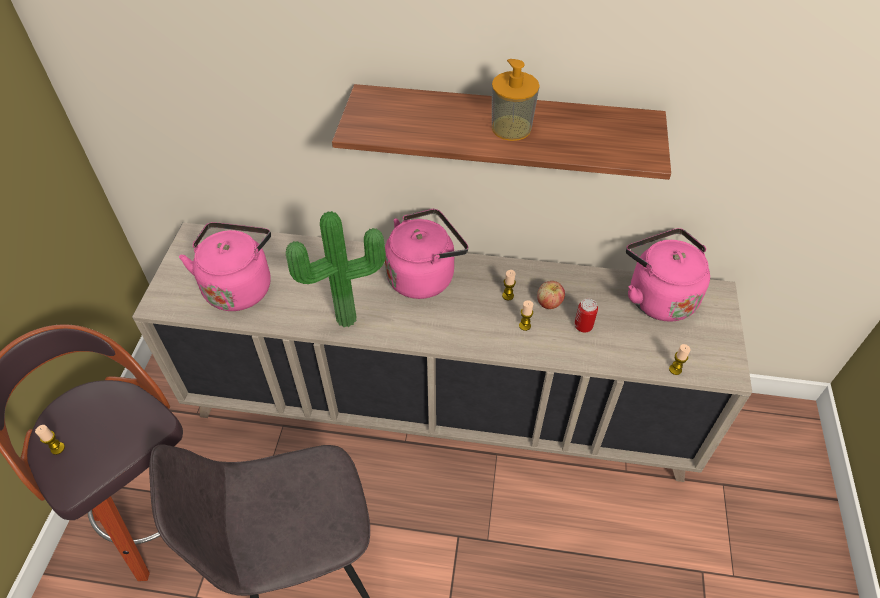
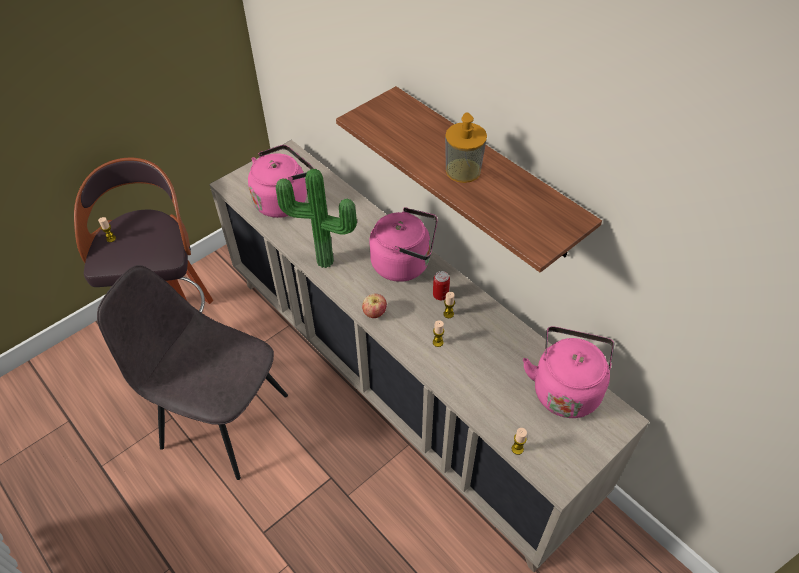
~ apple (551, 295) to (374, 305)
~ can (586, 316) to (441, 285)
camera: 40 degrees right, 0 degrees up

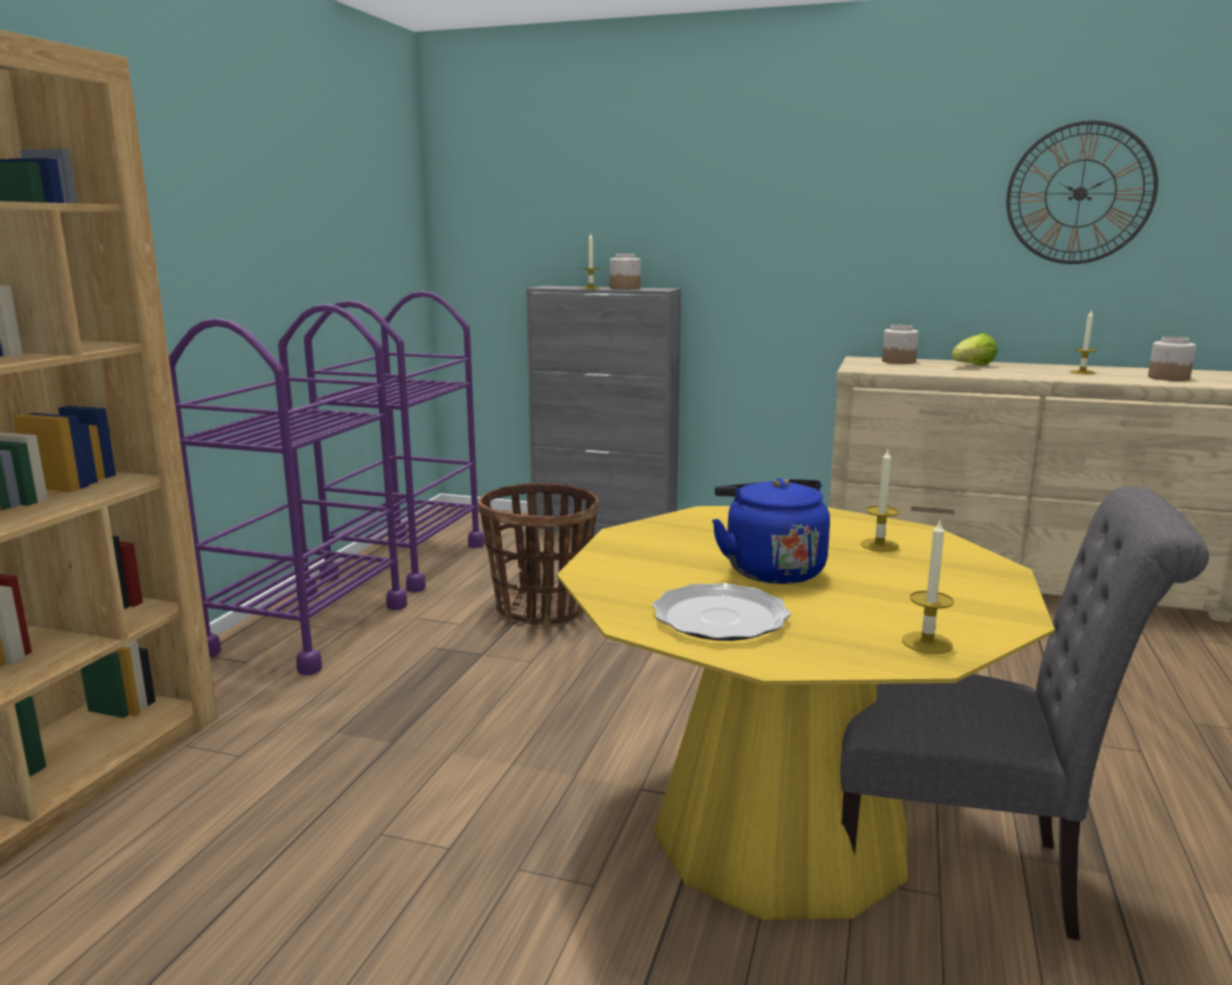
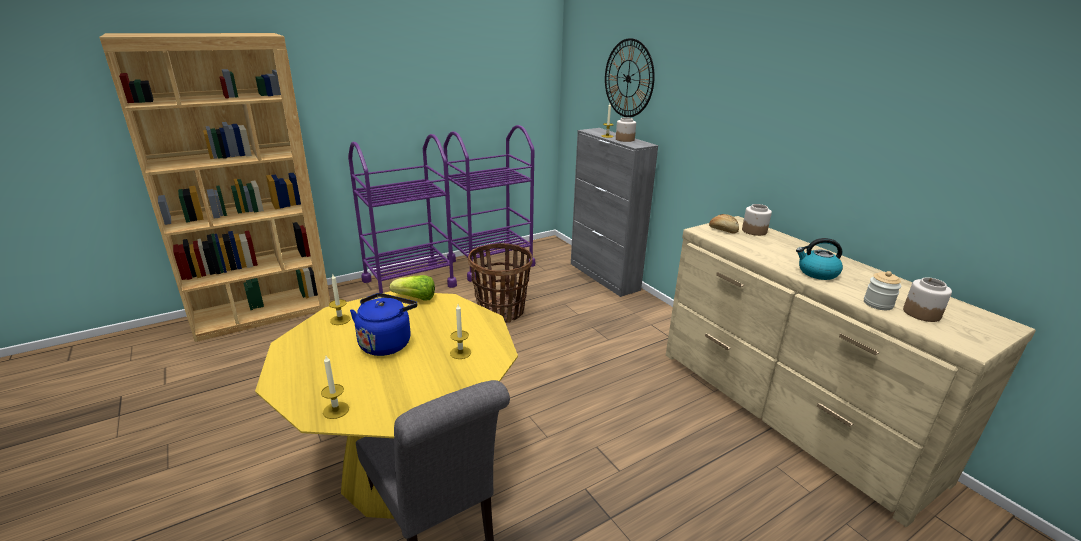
- plate (721, 612)
~ lettuce (975, 349) to (412, 287)
~ wall clock (1082, 192) to (630, 77)
~ candle (1083, 342) to (340, 299)
+ bread (724, 224)
+ kettle (819, 259)
+ jar (883, 290)
camera: 40 degrees right, 10 degrees up

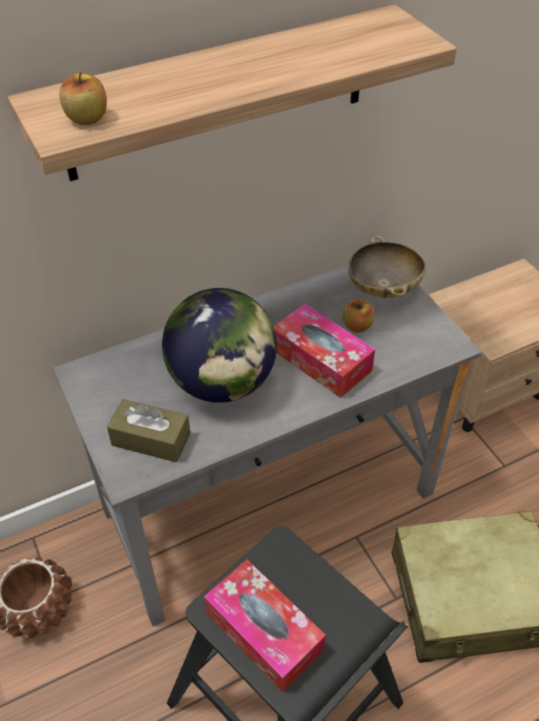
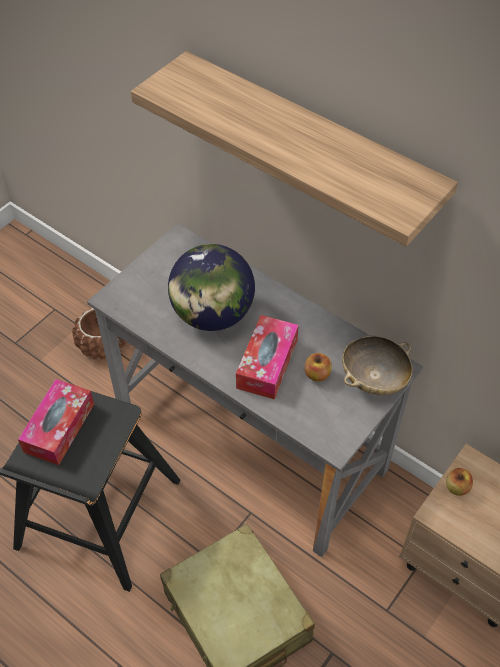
~ apple (83, 98) to (459, 482)
- brown tissue box (148, 430)
camera: 65 degrees right, 5 degrees up

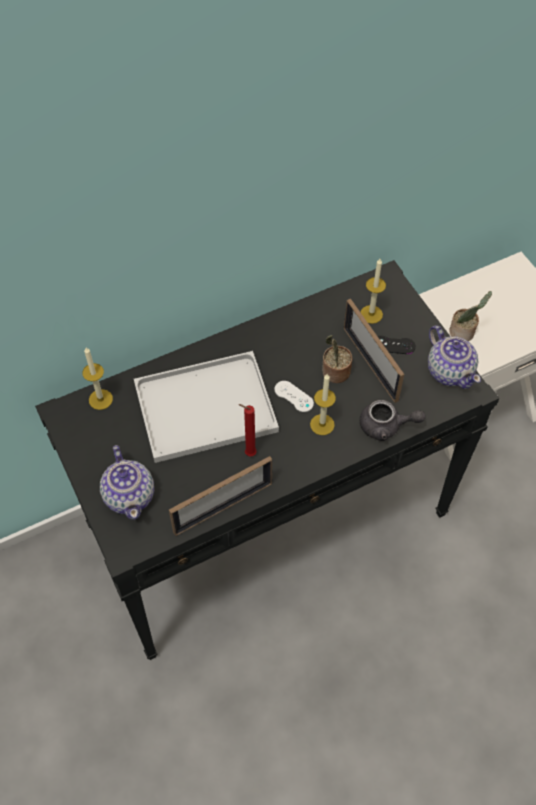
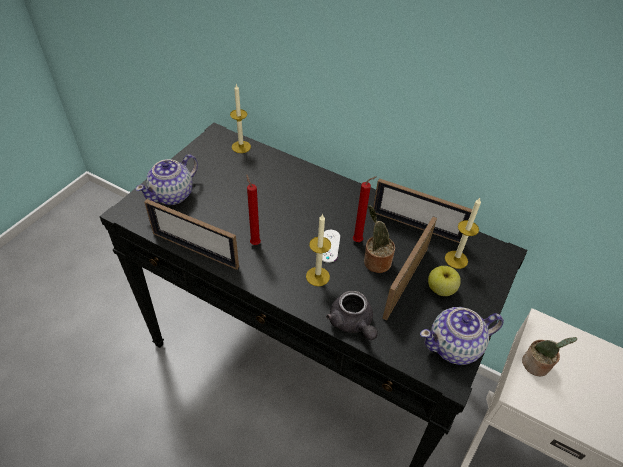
- white tray (206, 407)
~ black game controller (397, 345) to apple (444, 281)
~ teapot (454, 357) = (462, 336) 45 degrees clockwise
+ red candle (365, 209)
+ picture frame (422, 210)
camera: 55 degrees right, 10 degrees down

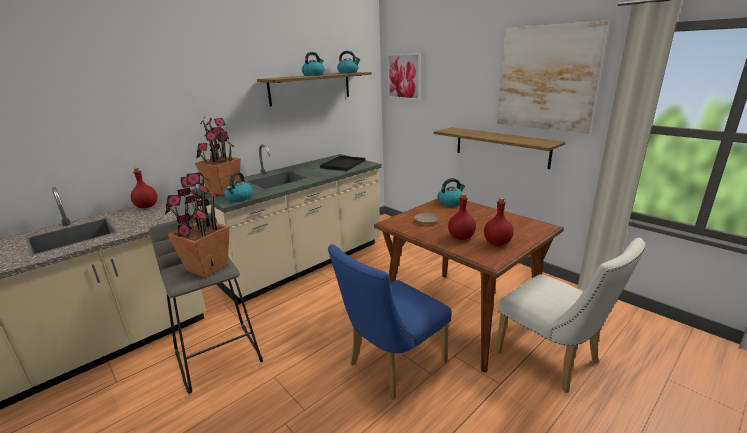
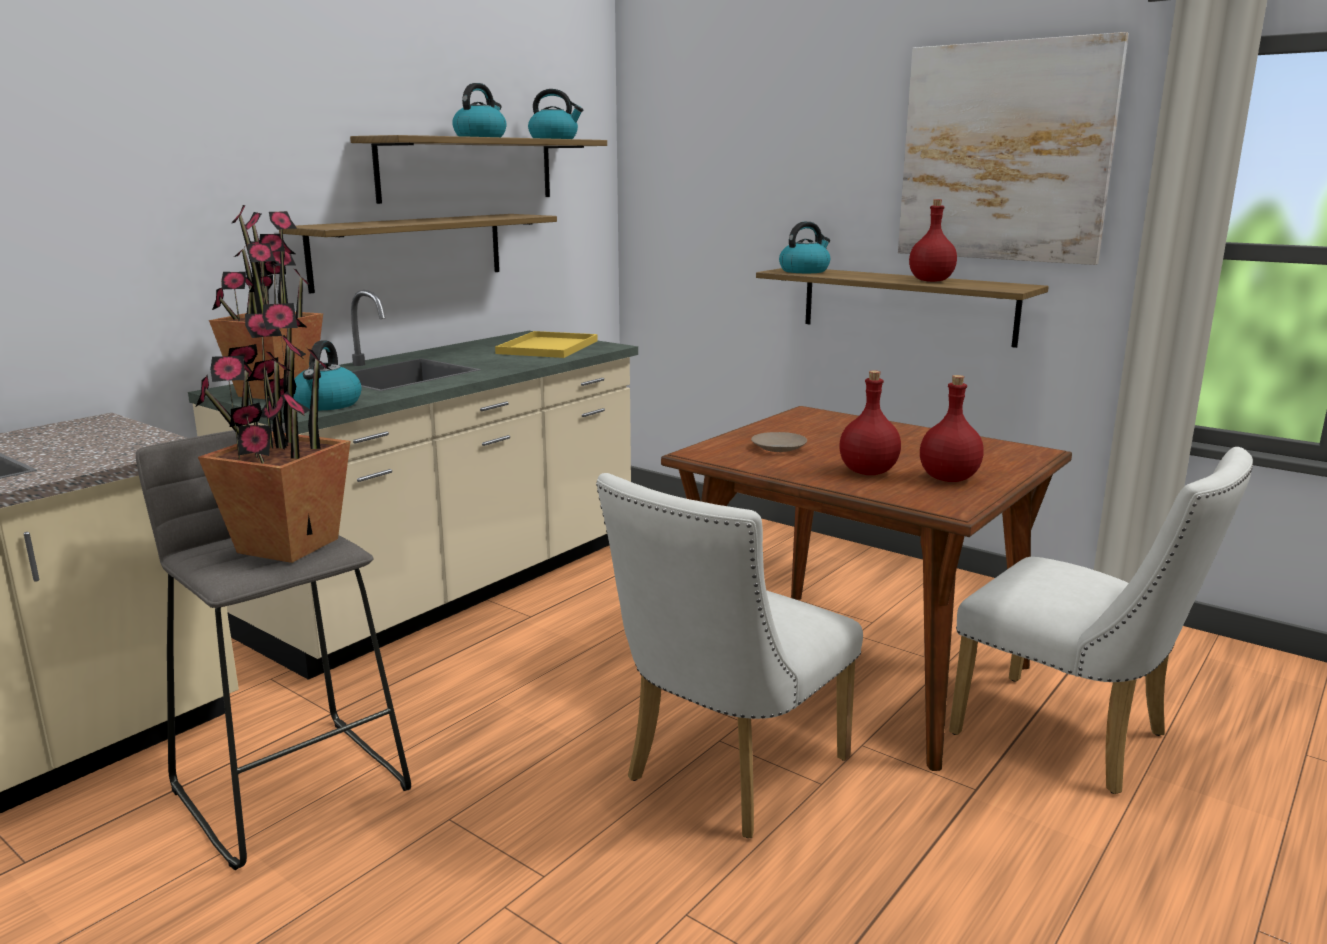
~ red bottle (144, 188) to (933, 240)
~ black tray (343, 163) to yellow tray (546, 344)
~ blue chair (390, 322) to white chair (729, 655)
- picture (404, 77)
~ kettle (451, 192) to (804, 247)
+ shelf (418, 253)
camera: 10 degrees left, 5 degrees down

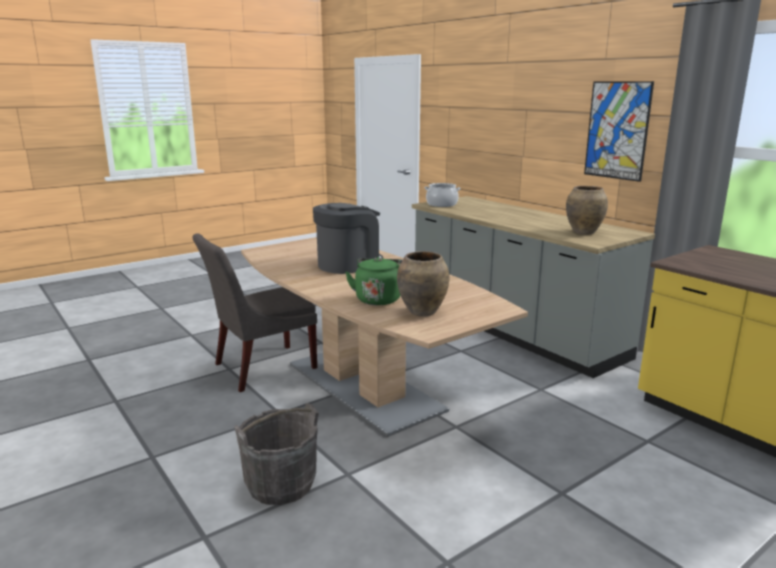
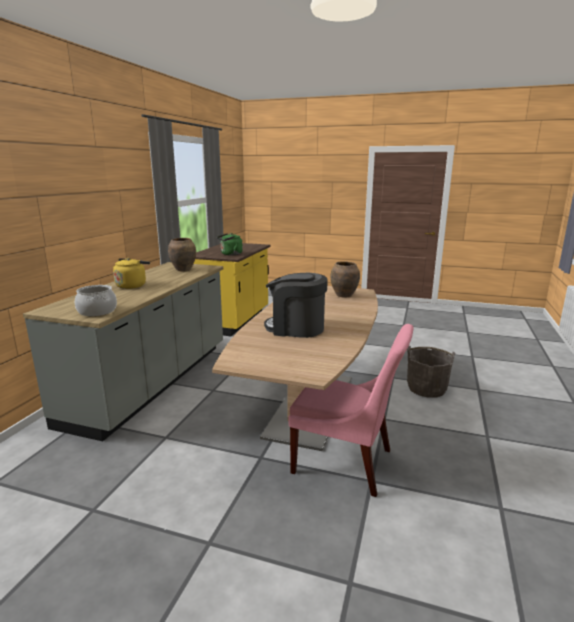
~ grey chair (254, 312) to pink chair (351, 410)
~ green kettle (374, 281) to (230, 244)
- picture (619, 131)
+ yellow kettle (131, 273)
camera: 125 degrees left, 0 degrees up

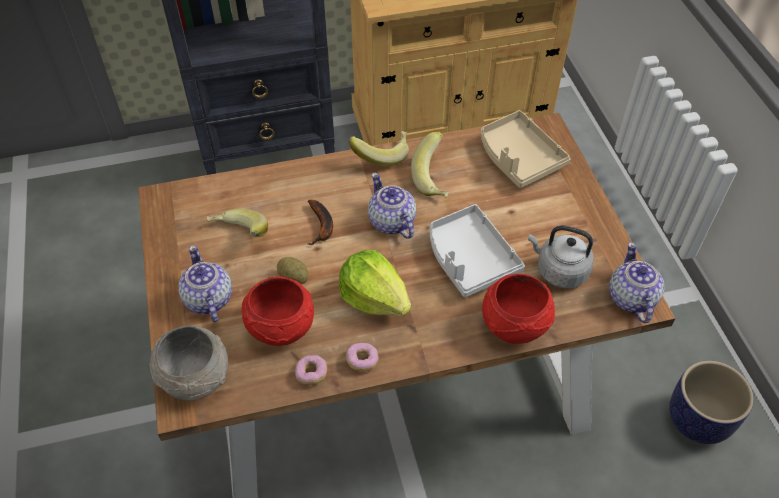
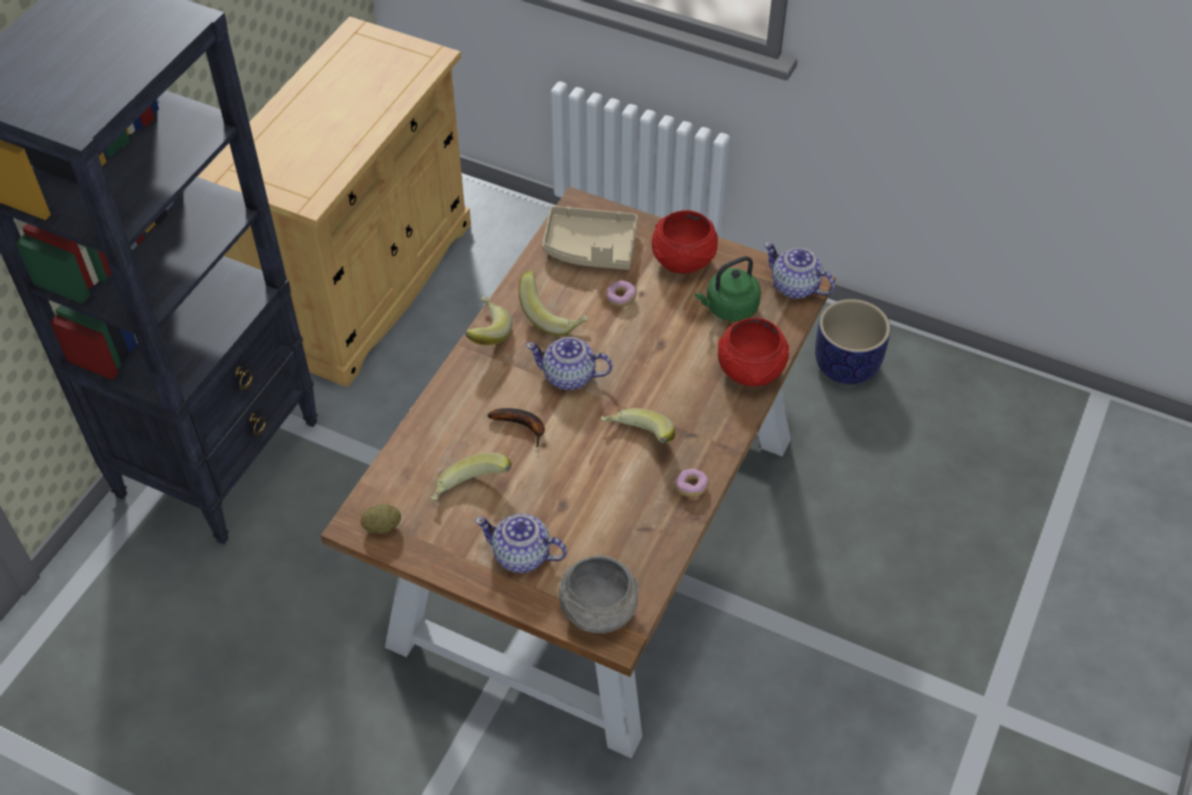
~ red bowl (277, 311) to (685, 242)
~ potato (292, 270) to (381, 519)
~ donut (311, 370) to (622, 294)
~ lettuce (375, 283) to banana (637, 425)
- grey tray (477, 250)
~ grey kettle (561, 257) to green kettle (728, 289)
camera: 50 degrees left, 0 degrees up

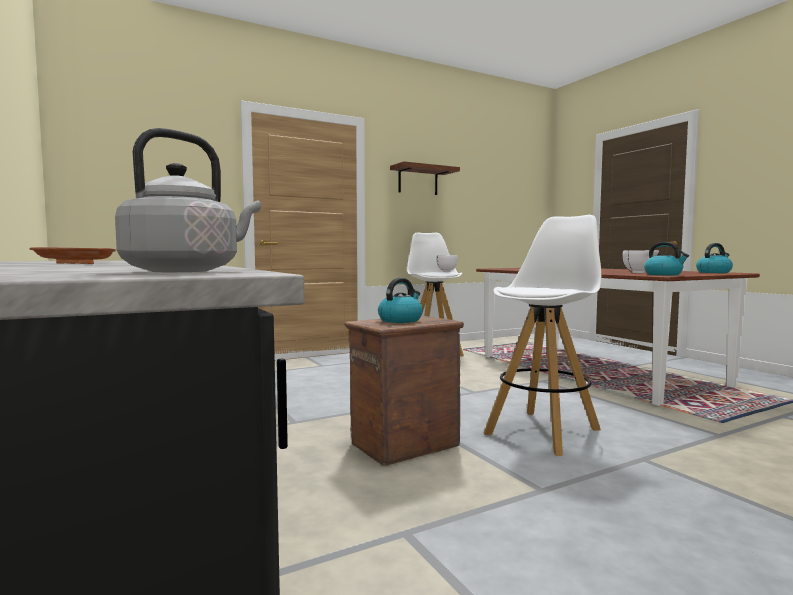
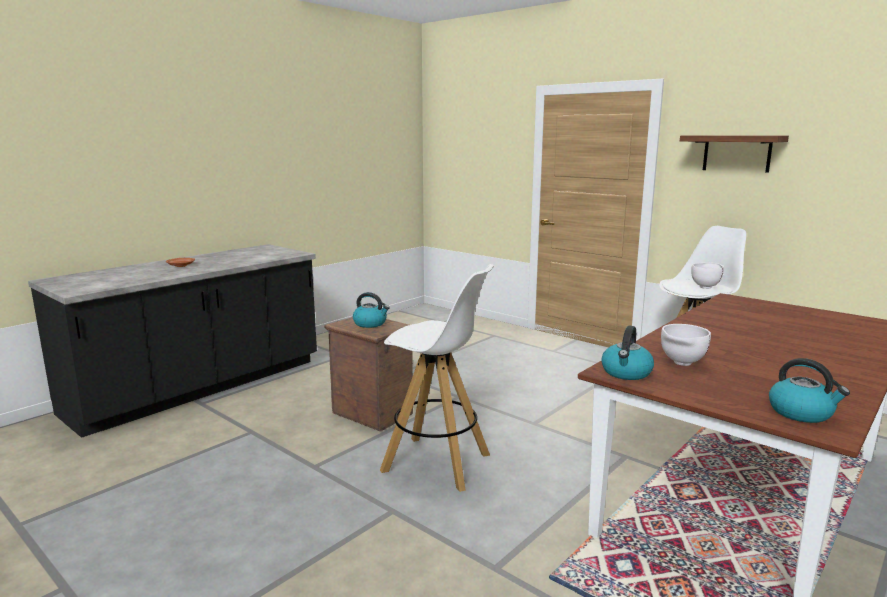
- grey kettle (188, 200)
camera: 70 degrees right, 10 degrees up

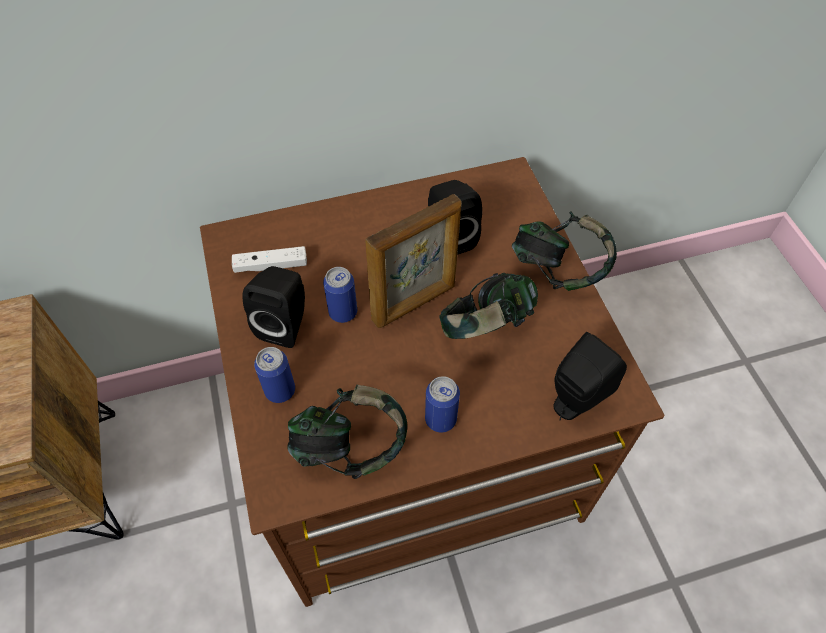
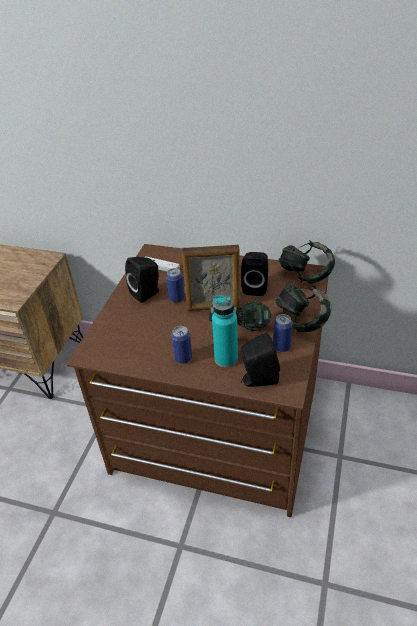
~ can (274, 375) to (283, 333)
~ headphones (347, 431) to (306, 262)
+ turquoise bottle (225, 331)
camera: 35 degrees right, 15 degrees down

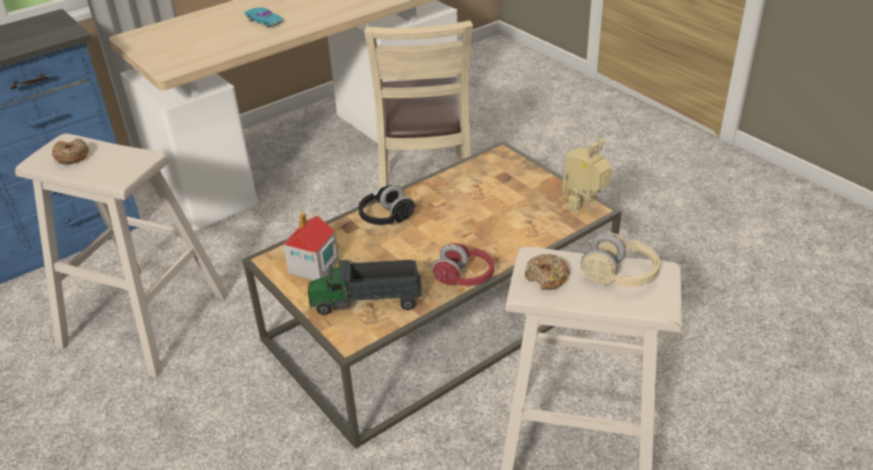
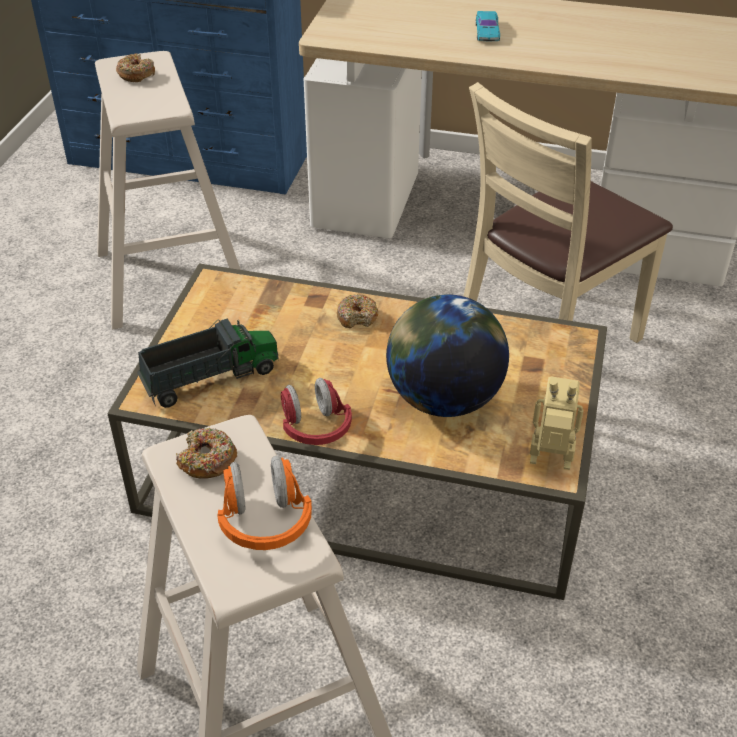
- toy house (311, 246)
~ toy truck (365, 287) = (207, 363) 105 degrees clockwise
~ black headphones (387, 205) to donut (357, 311)
~ beige headphones (620, 259) to orange headphones (264, 503)
+ globe (447, 355)
camera: 50 degrees right, 5 degrees up

